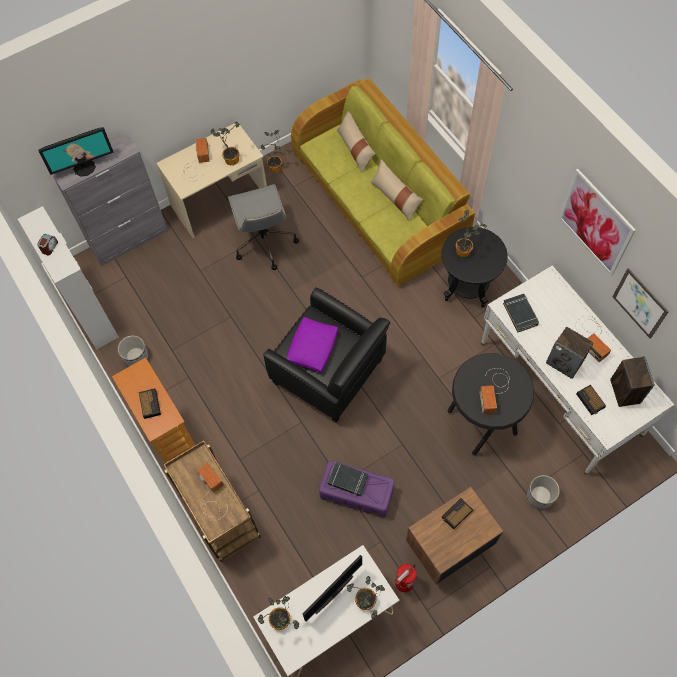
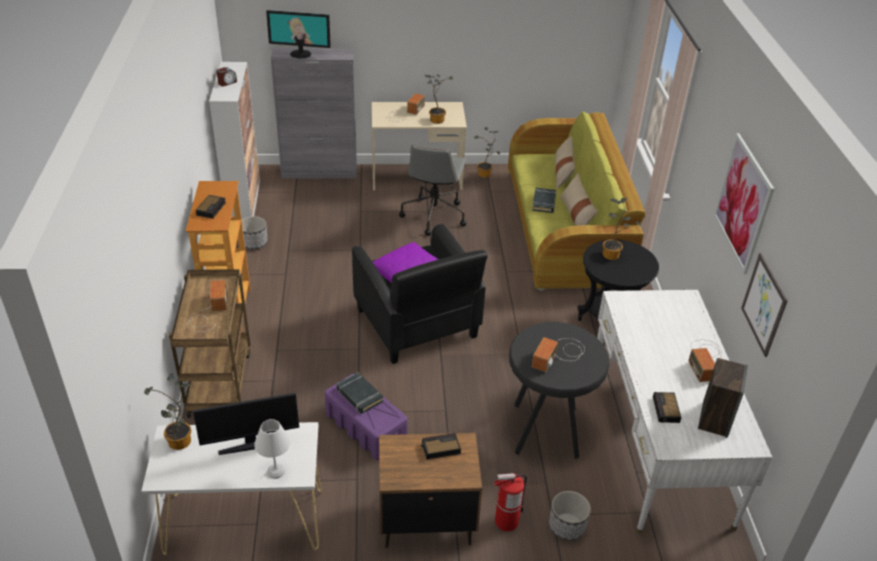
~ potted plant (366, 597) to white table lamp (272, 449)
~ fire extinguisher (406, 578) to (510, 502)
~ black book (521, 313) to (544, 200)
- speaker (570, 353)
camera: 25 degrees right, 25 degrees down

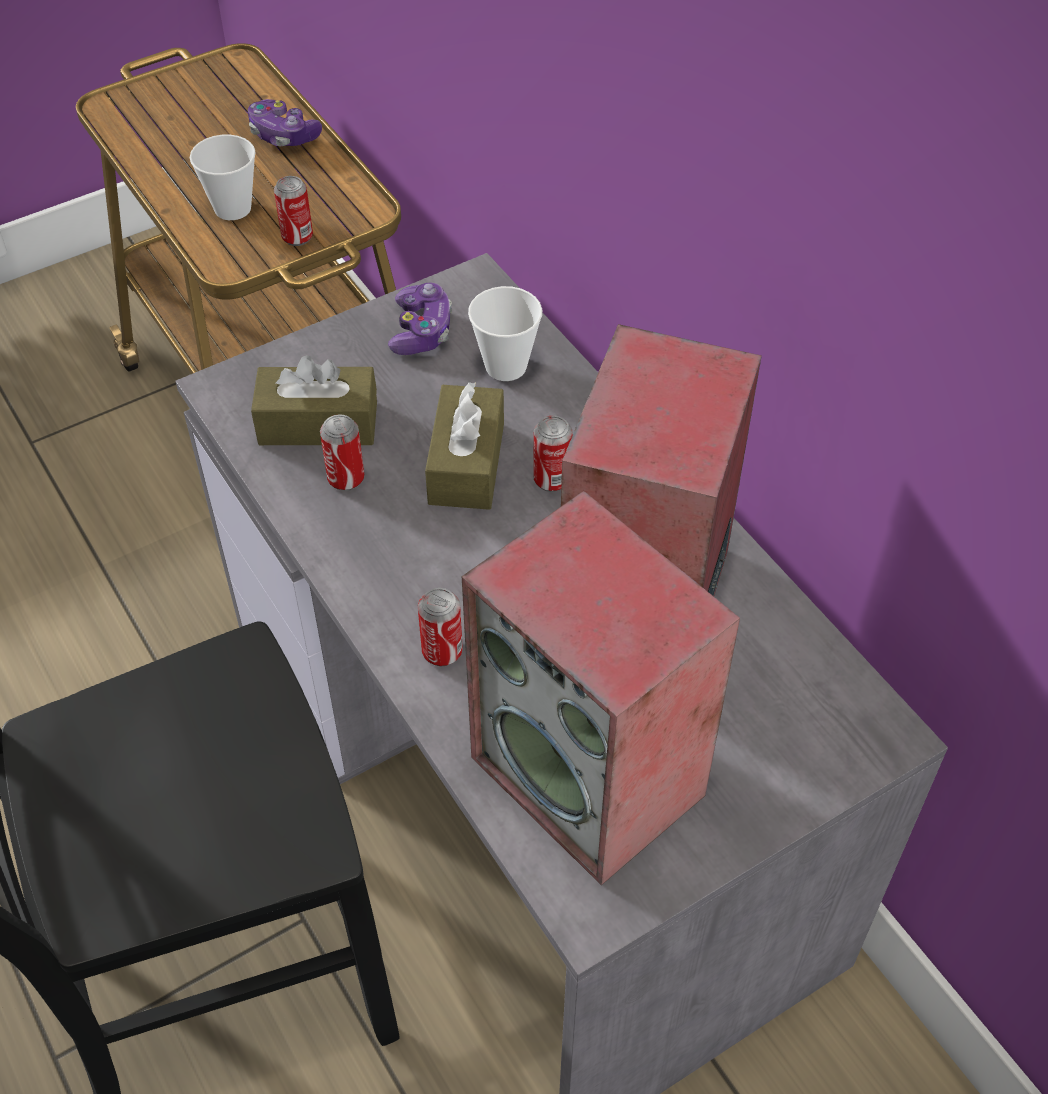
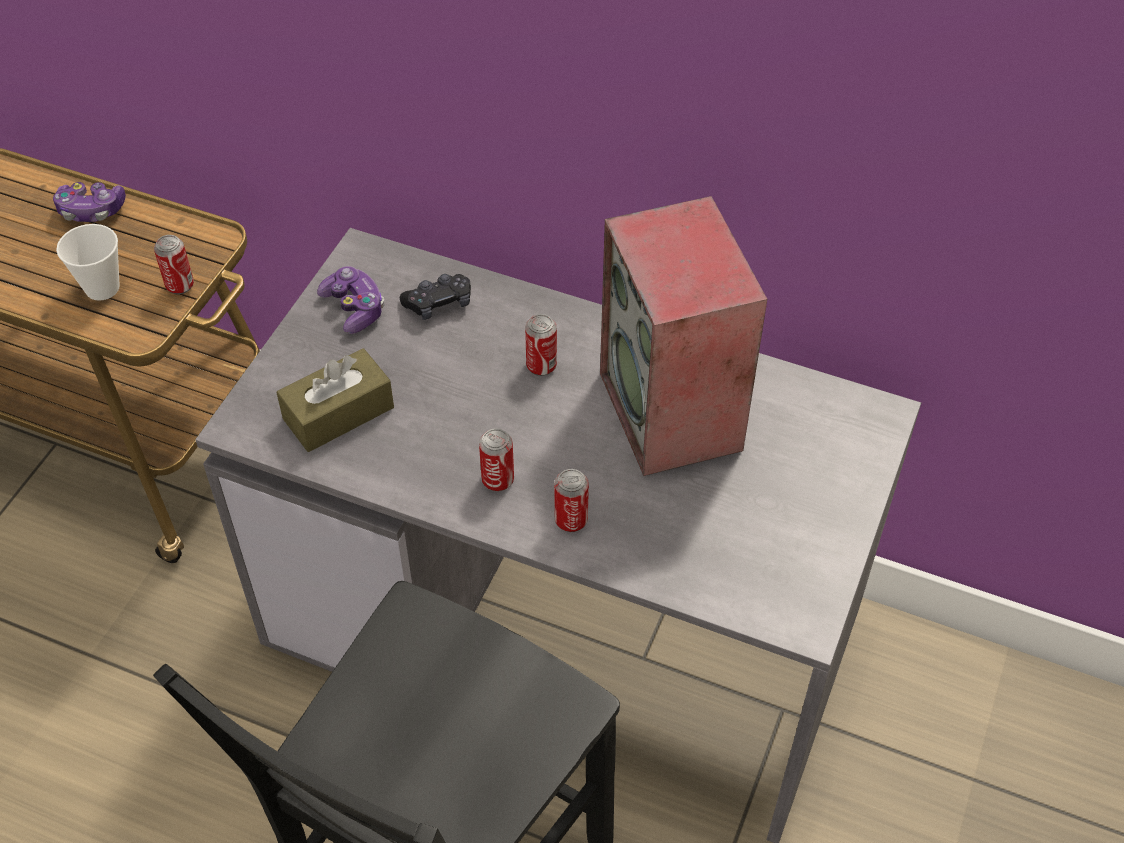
~ can (342, 452) to (496, 460)
- brown tissue box (464, 446)
- speaker (601, 688)
~ cup (505, 333) to black game controller (435, 297)
camera: 35 degrees left, 0 degrees up

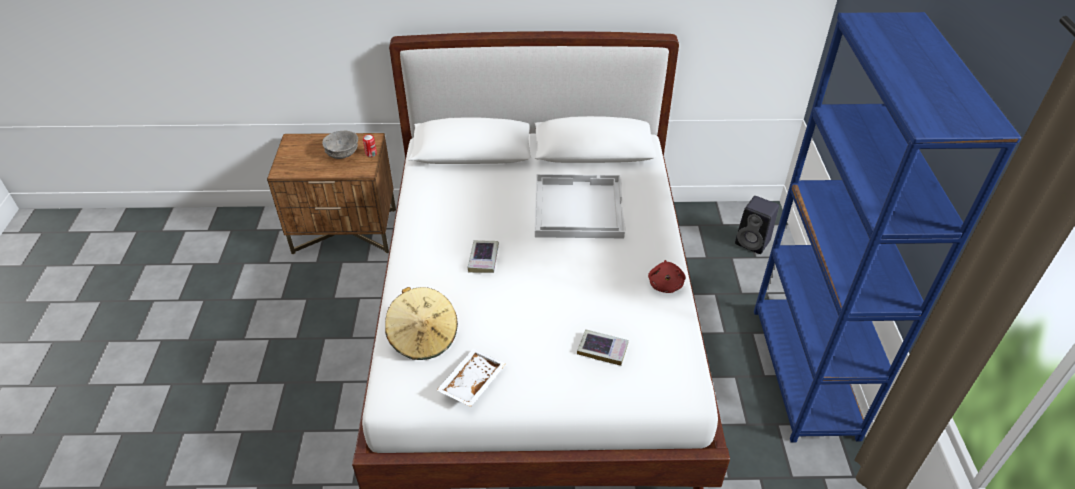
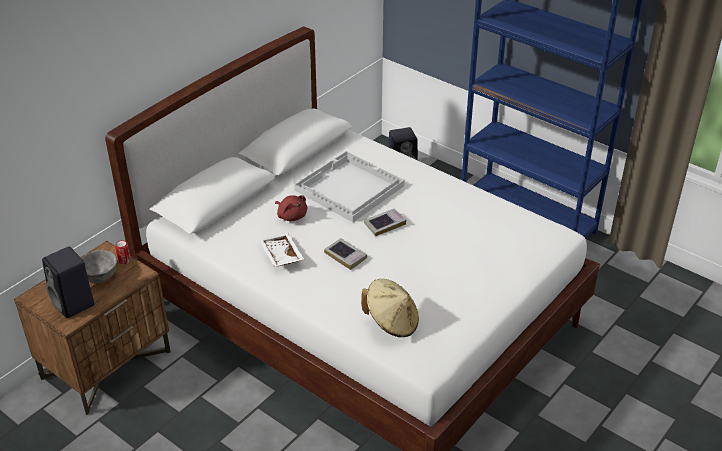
~ white tray (471, 377) to (282, 250)
~ book (603, 347) to (385, 222)
~ red plush toy (666, 276) to (291, 208)
+ black speaker (68, 282)
camera: 50 degrees left, 5 degrees down

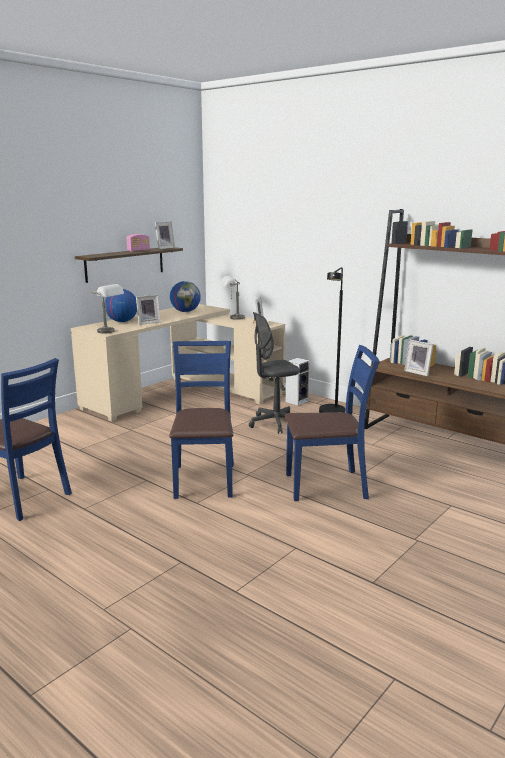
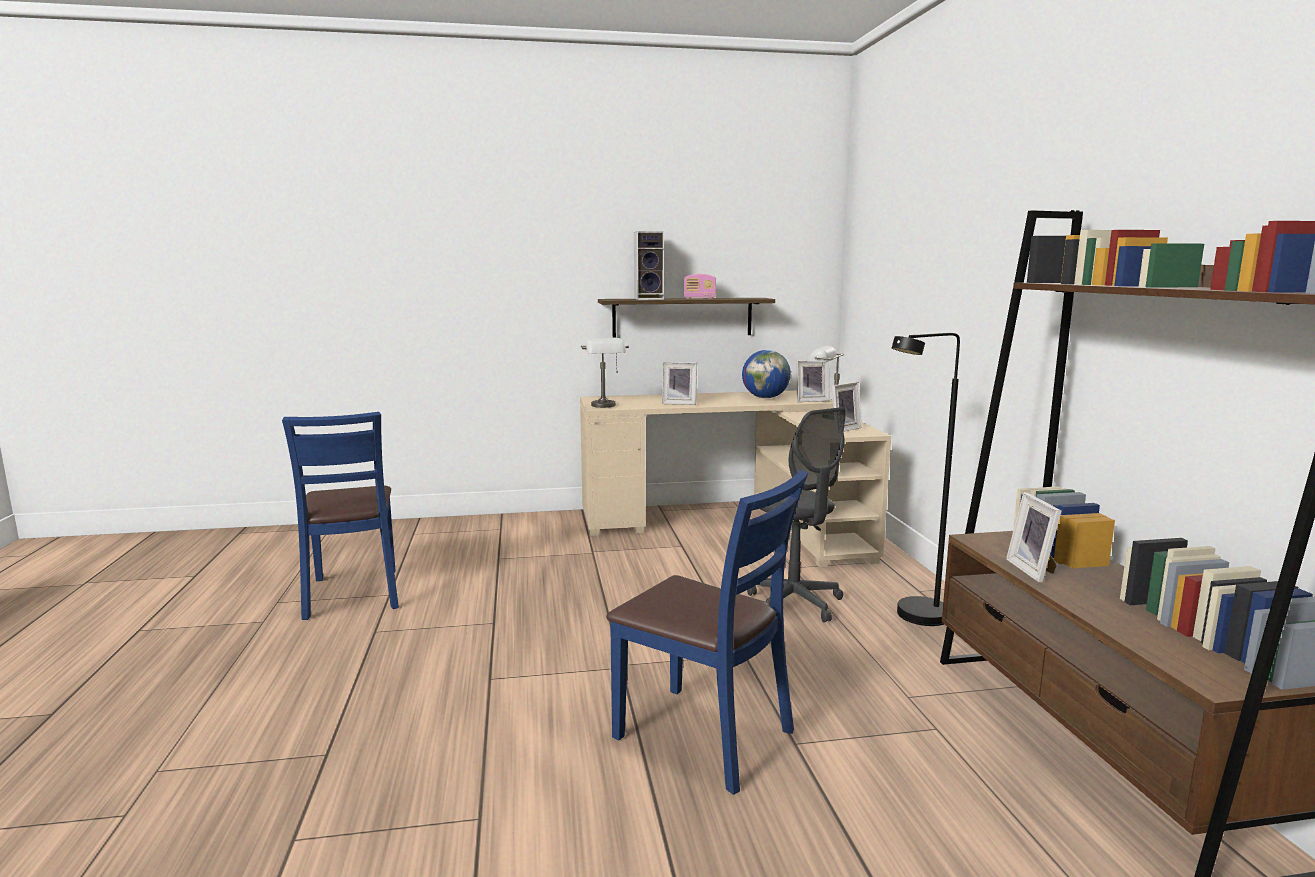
- globe (121, 305)
~ picture frame (165, 235) to (812, 381)
- blue chair (201, 420)
~ grey office chair (274, 373) = (797, 515) 135 degrees counterclockwise
~ speaker (298, 382) to (649, 265)
camera: 40 degrees right, 5 degrees down

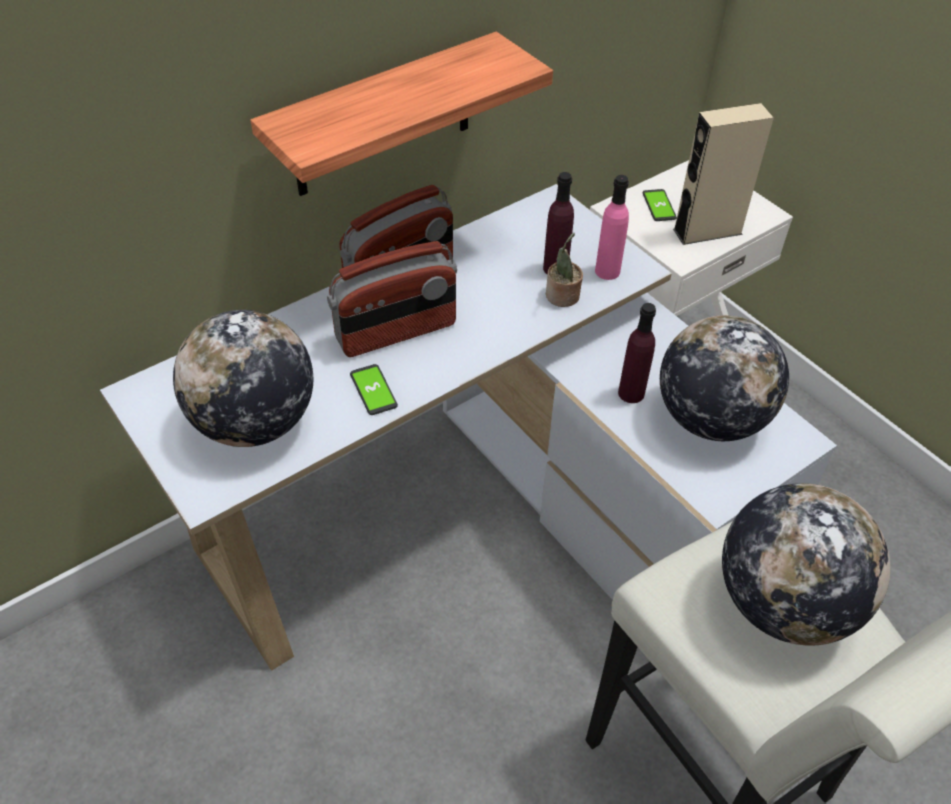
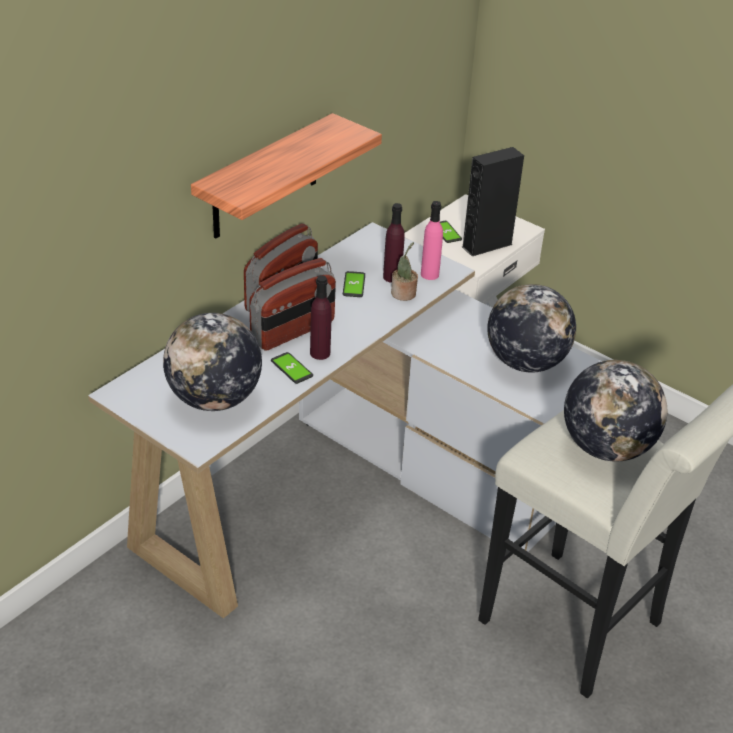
~ purple bottle (637, 353) to (321, 318)
~ beige speaker (723, 174) to black speaker (493, 201)
+ phone (354, 284)
camera: 15 degrees left, 10 degrees down

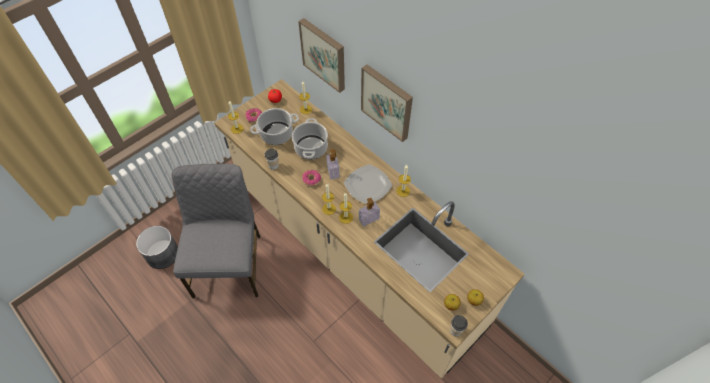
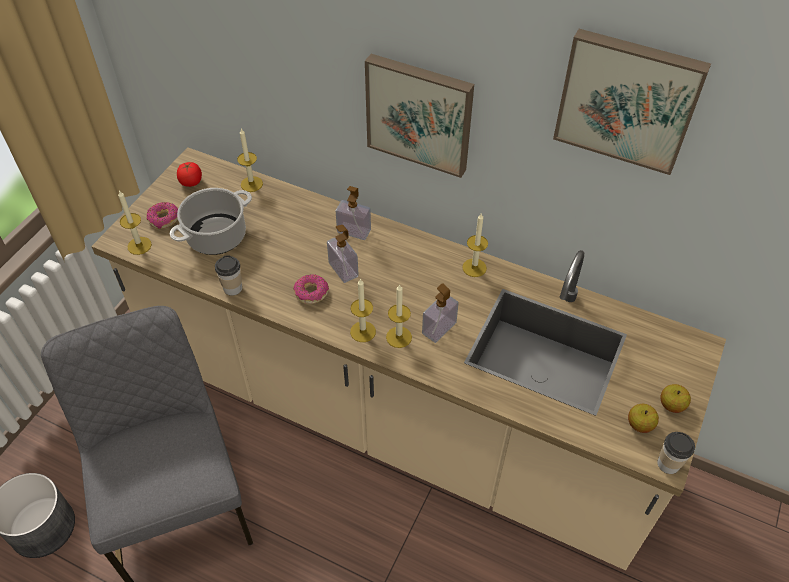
- cooking pot (310, 139)
~ picture (321, 55) to (632, 102)
- plate (368, 184)
+ soap dispenser (353, 213)
camera: 20 degrees left, 5 degrees down

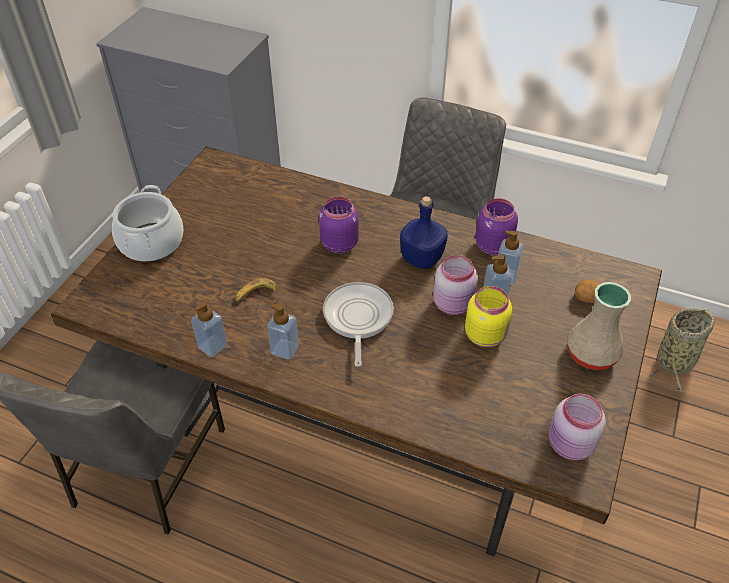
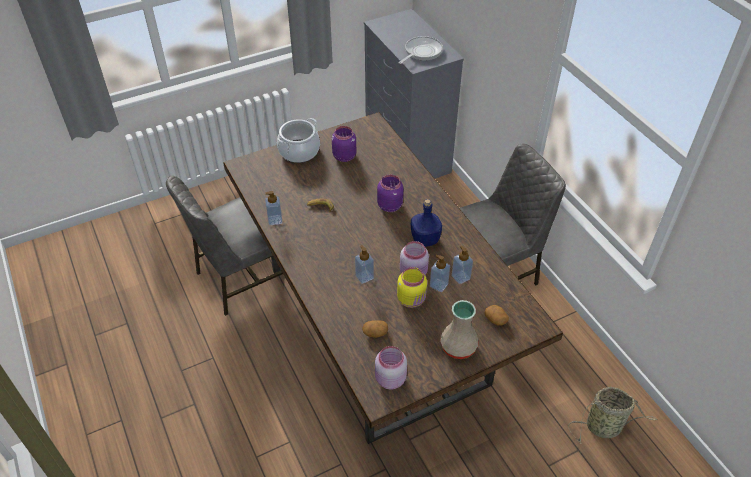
~ soap dispenser (283, 332) to (364, 264)
~ frying pan (358, 324) to (420, 50)
~ purple jar (496, 226) to (344, 144)
+ potato (375, 329)
camera: 40 degrees right, 0 degrees up

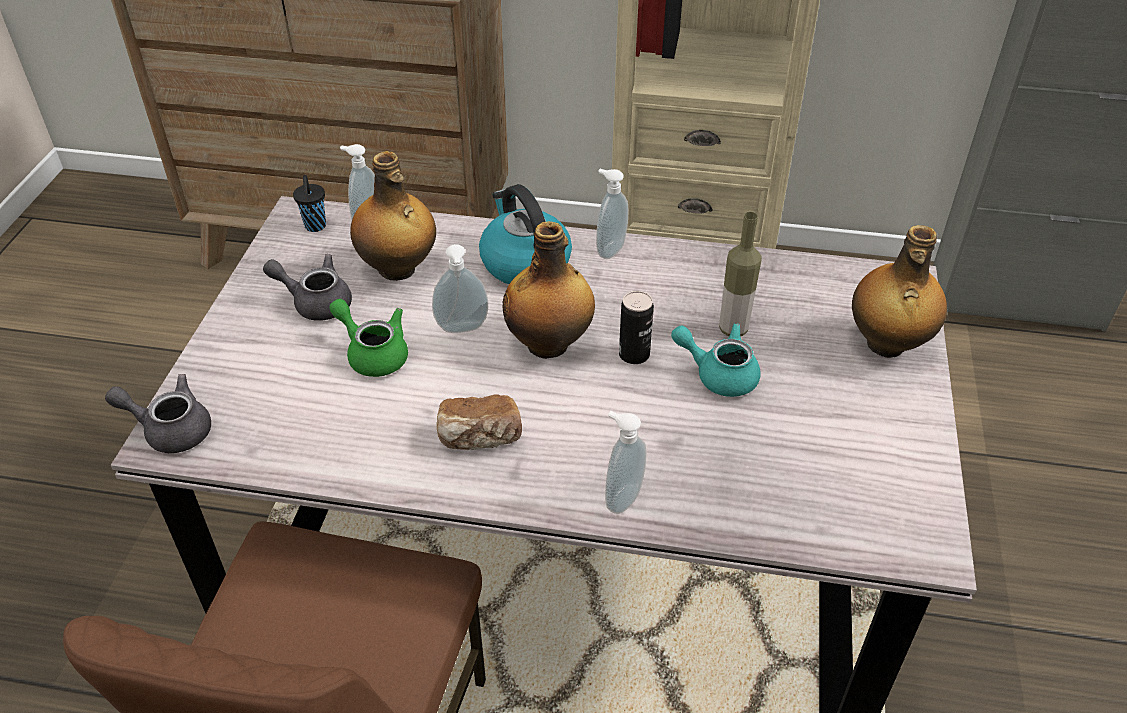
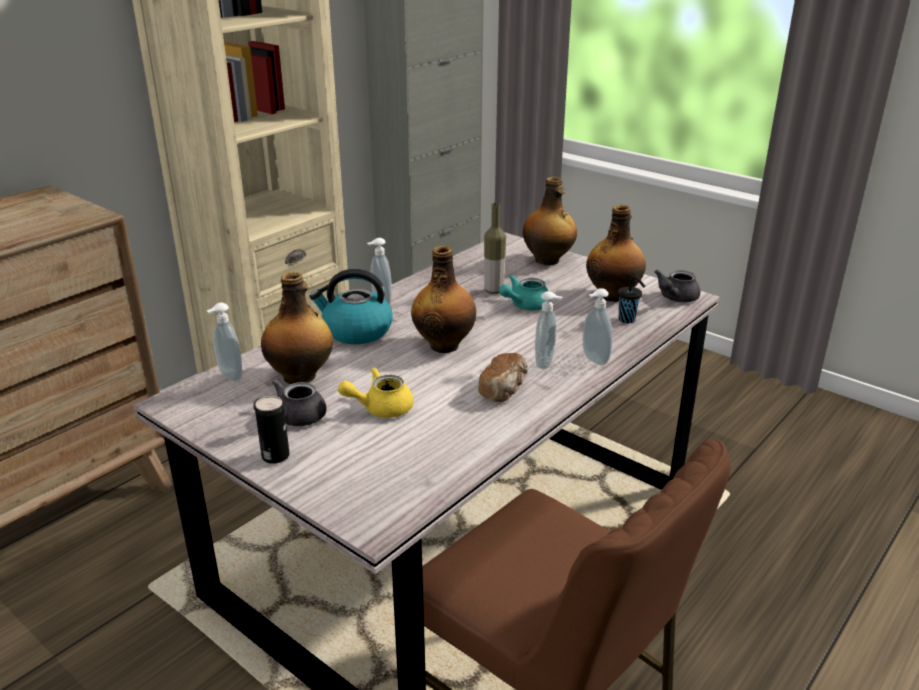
~ grey teapot (158, 413) to (677, 286)
~ black cup (309, 203) to (631, 299)
~ green teapot (368, 338) to yellow teapot (376, 392)
~ soap dispenser (460, 288) to (548, 330)
~ can (636, 327) to (272, 430)
+ bottle (616, 253)
camera: 60 degrees left, 15 degrees down

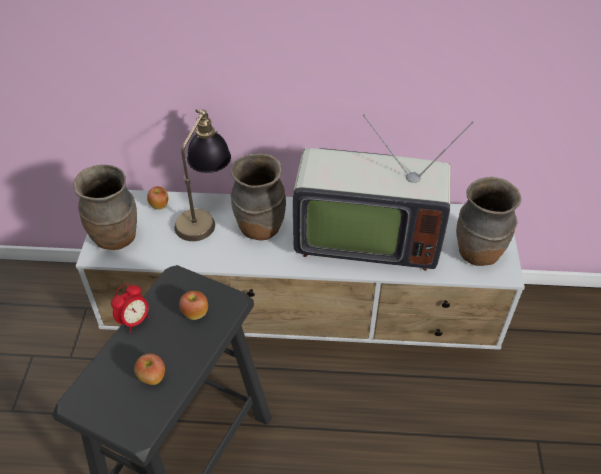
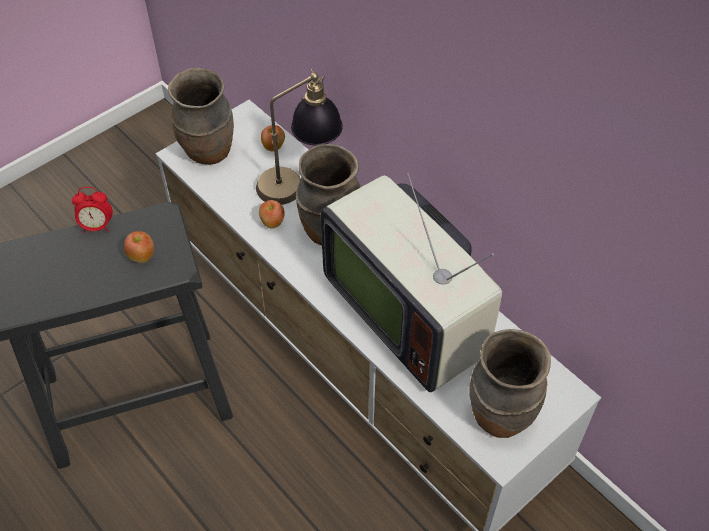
~ apple (149, 369) to (272, 214)
camera: 45 degrees right, 5 degrees up

